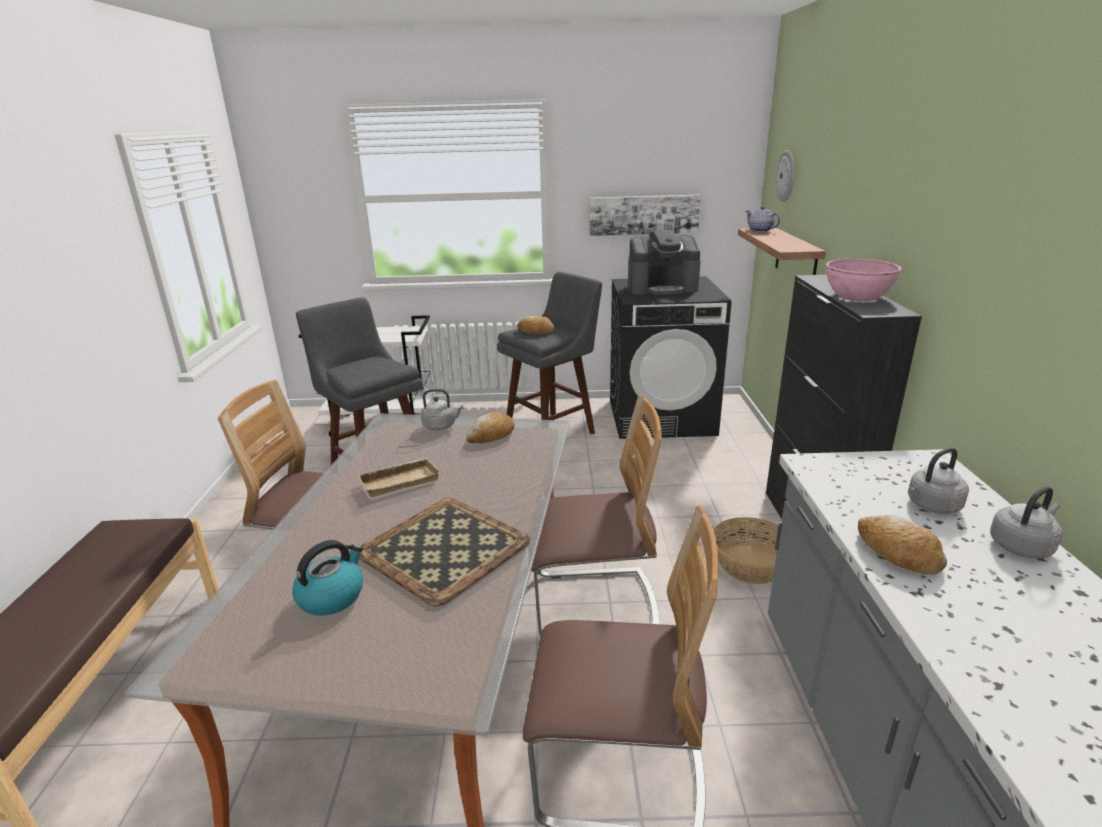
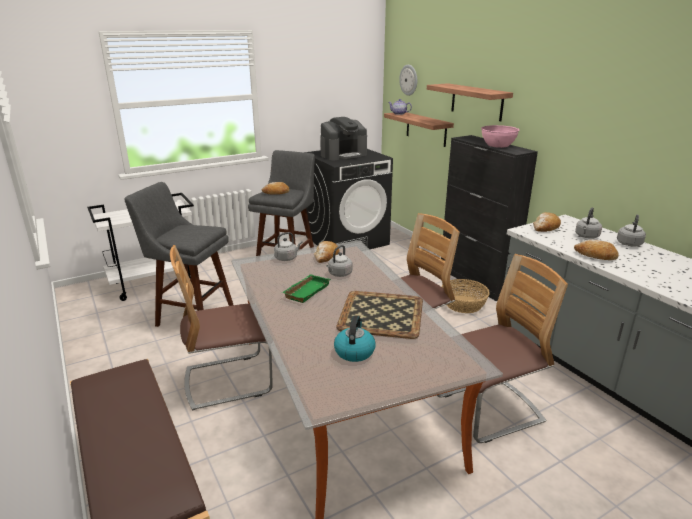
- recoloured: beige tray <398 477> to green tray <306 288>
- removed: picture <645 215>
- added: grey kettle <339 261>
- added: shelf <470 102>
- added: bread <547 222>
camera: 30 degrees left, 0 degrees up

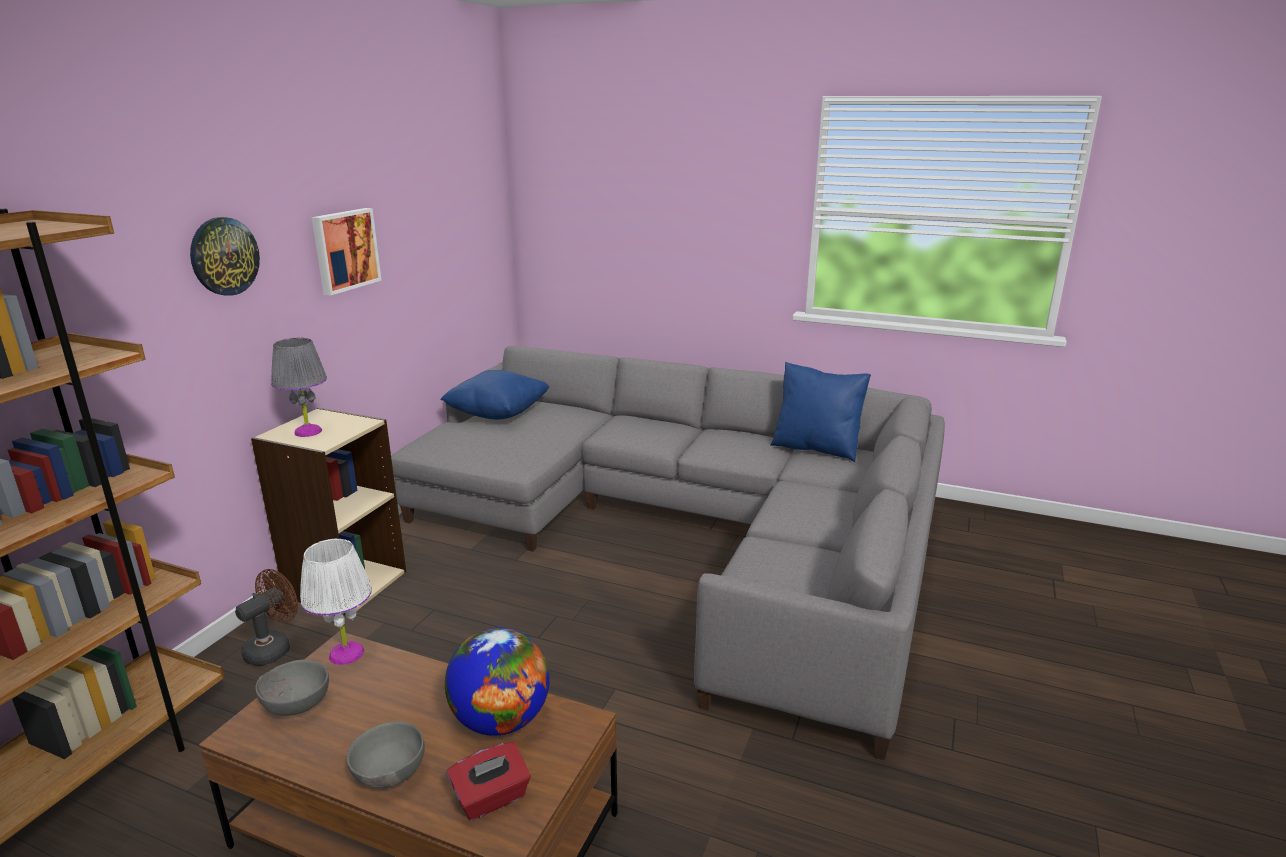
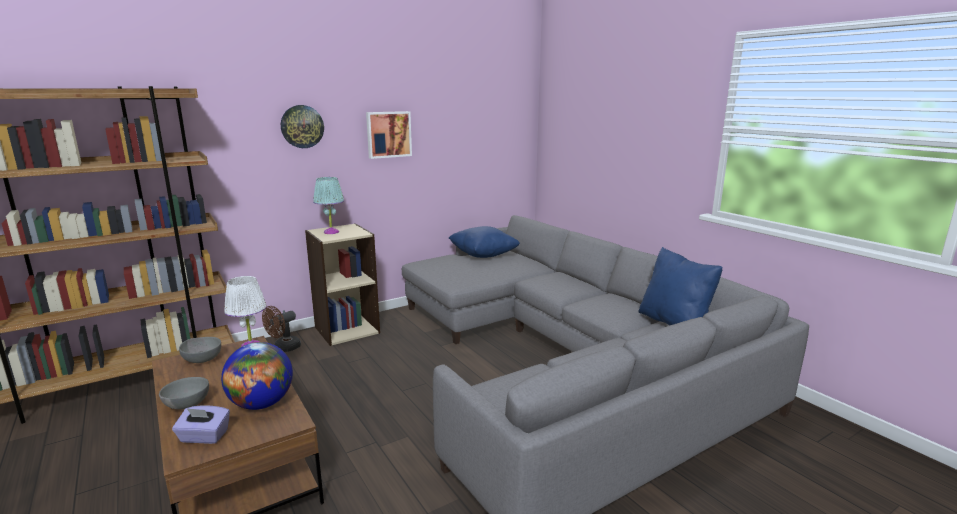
- turned: brown fan <266 617> = <281 329> 150 degrees clockwise
- recoloured: grey table lamp <299 387> to turquoise table lamp <328 205>
- recoloured: red tissue box <489 781> to purple tissue box <201 424>
camera: 35 degrees right, 5 degrees down

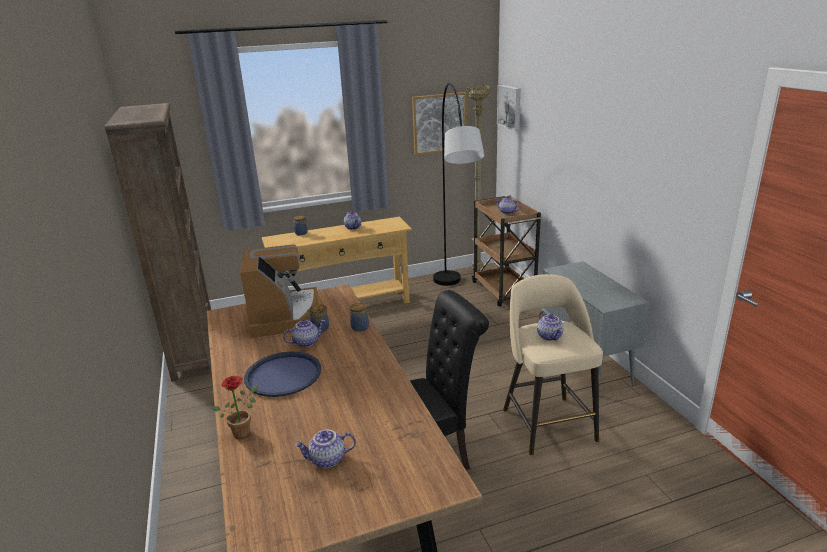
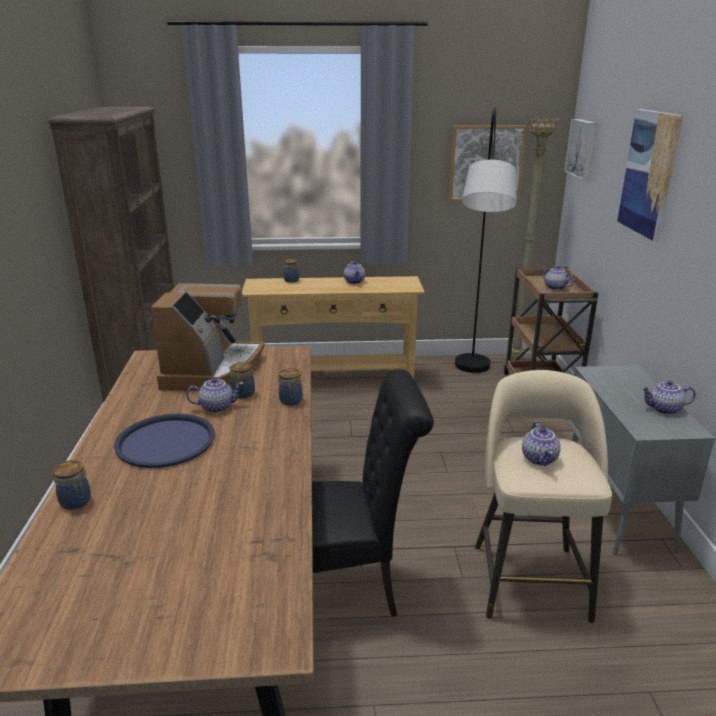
- replaced: potted plant <235 407> to jar <72 485>
- moved: teapot <325 449> to <668 397>
- added: picture <650 175>
camera: 15 degrees right, 0 degrees up

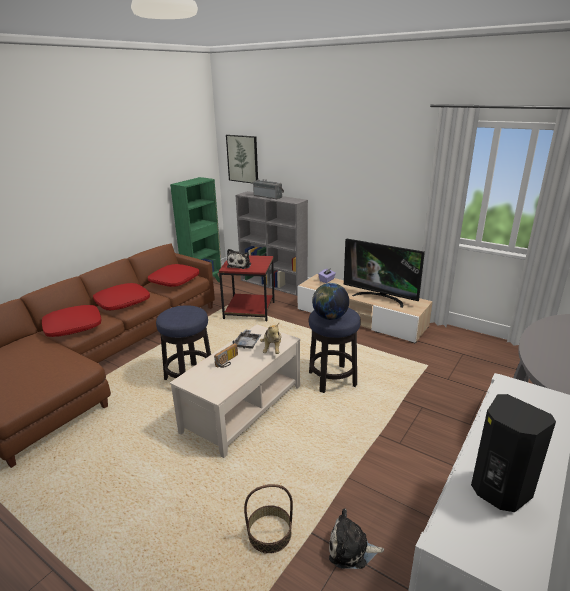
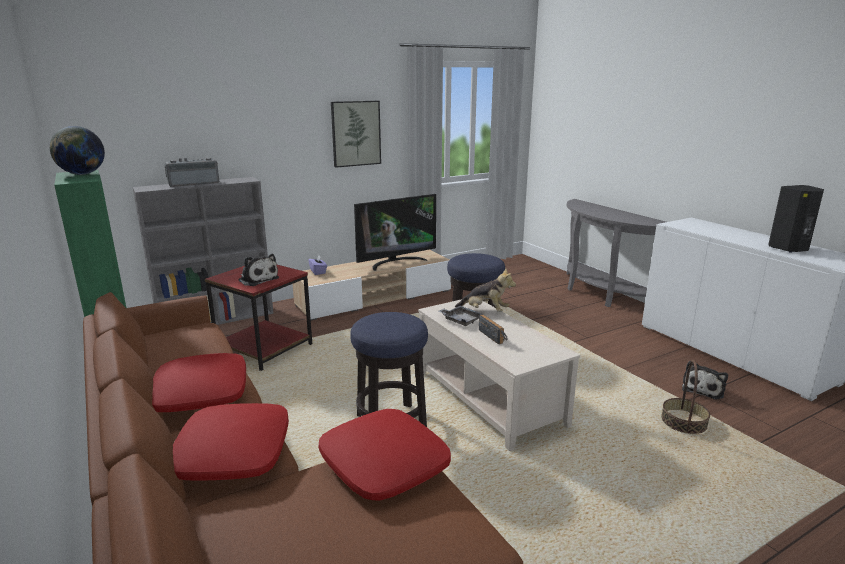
- moved: red pillow <173 275> to <385 455>
- moved: picture <242 159> to <356 134>
- moved: globe <330 301> to <77 150>
camera: 65 degrees left, 5 degrees down

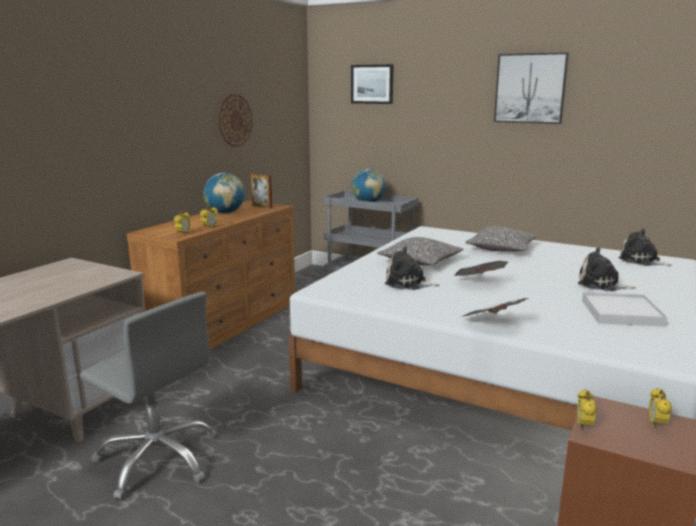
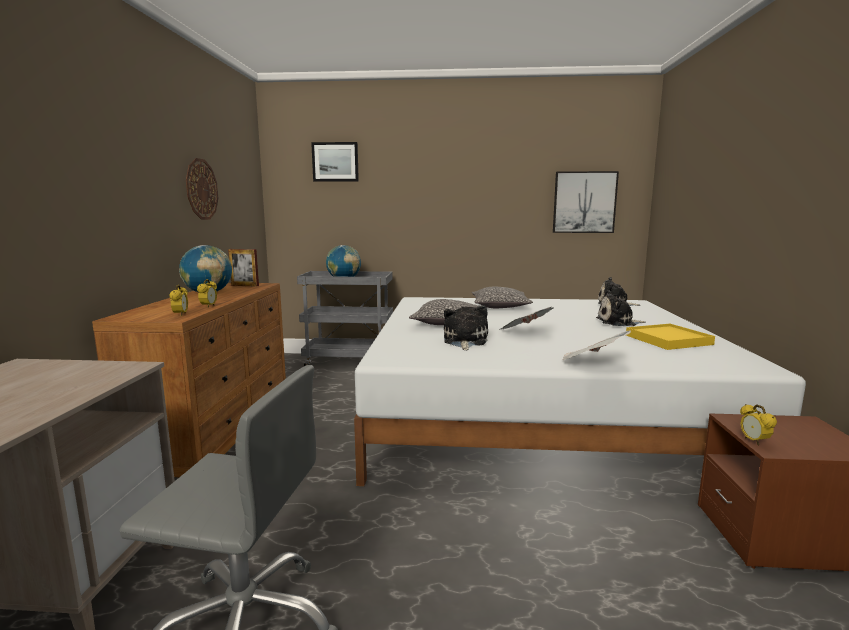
- turned: plush toy <412 268> = <466 328> 105 degrees clockwise
- moved: picture <531 88> to <586 202>
- recoloured: white tray <625 309> to yellow tray <670 337>
- removed: alarm clock <660 408>
camera: 25 degrees left, 5 degrees down

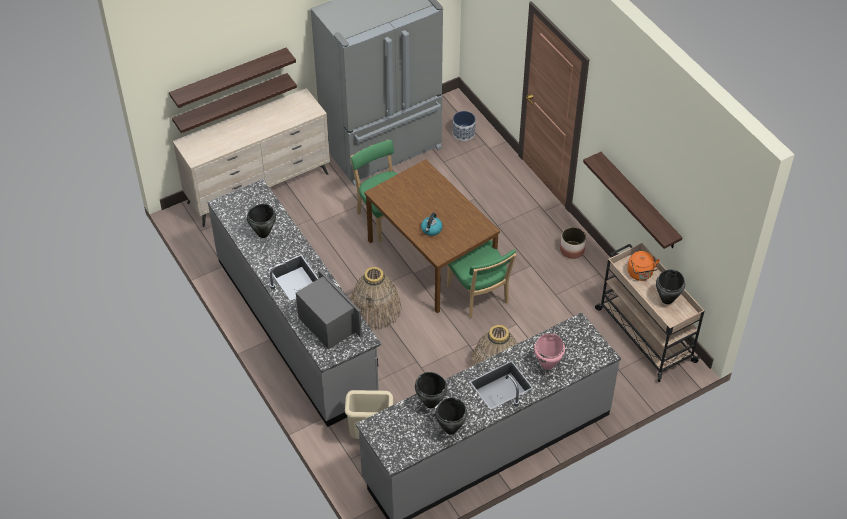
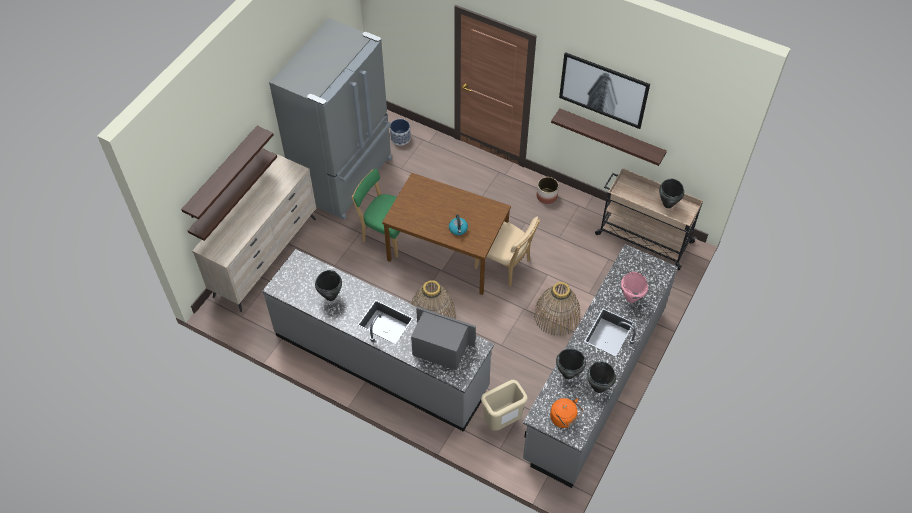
- recoloured: green chair <482 279> to beige chair <507 251>
- moved: orange kettle <643 266> to <566 413>
- added: picture <604 90>
camera: 30 degrees left, 5 degrees up

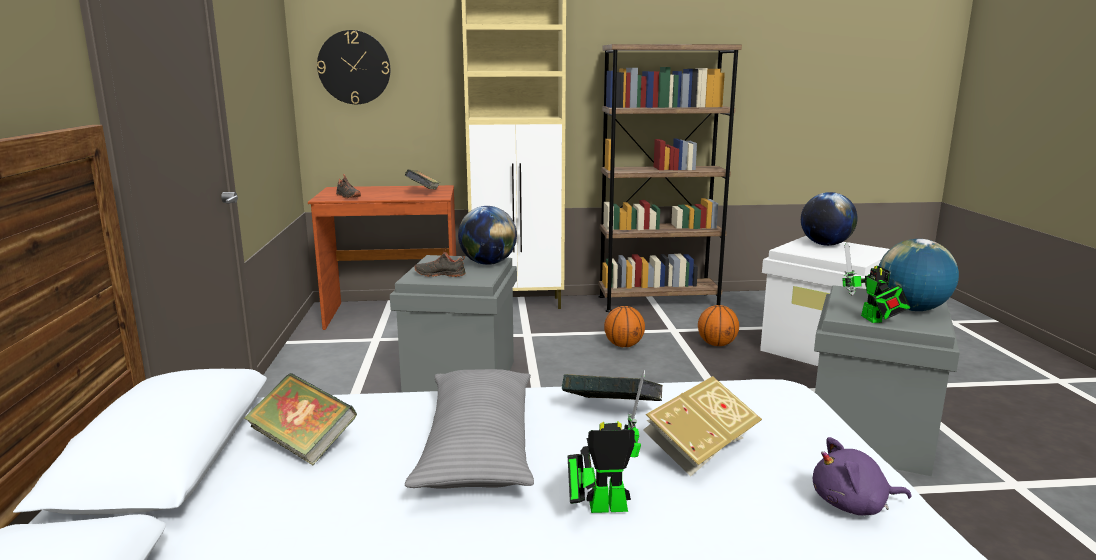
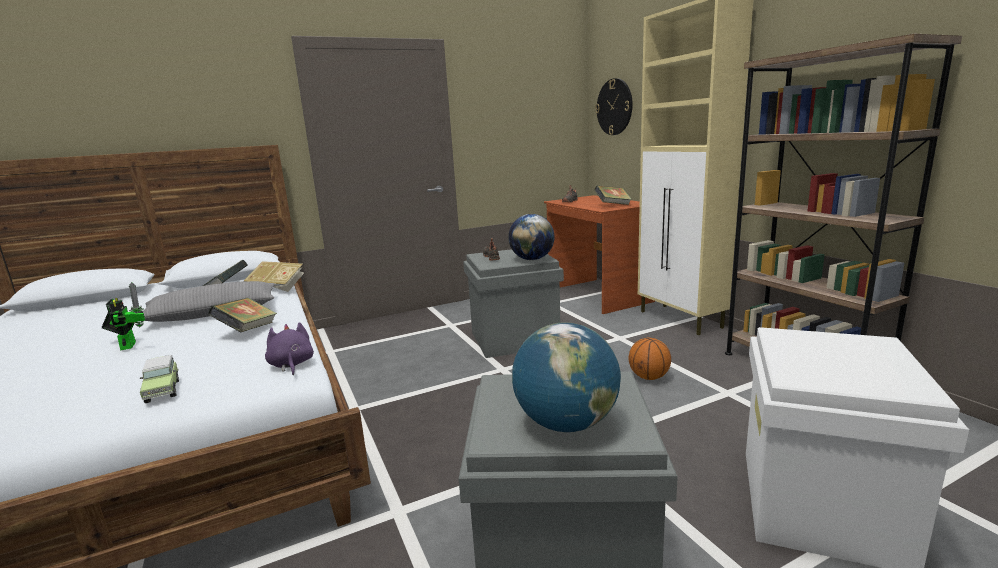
- moved: book <702 426> to <274 276>
- removed: basketball <718 325>
- removed: globe <829 219>
- moved: purple plush toy <862 476> to <289 348>
- removed: toy robot <876 282>
- added: toy car <159 379>
camera: 70 degrees right, 0 degrees up

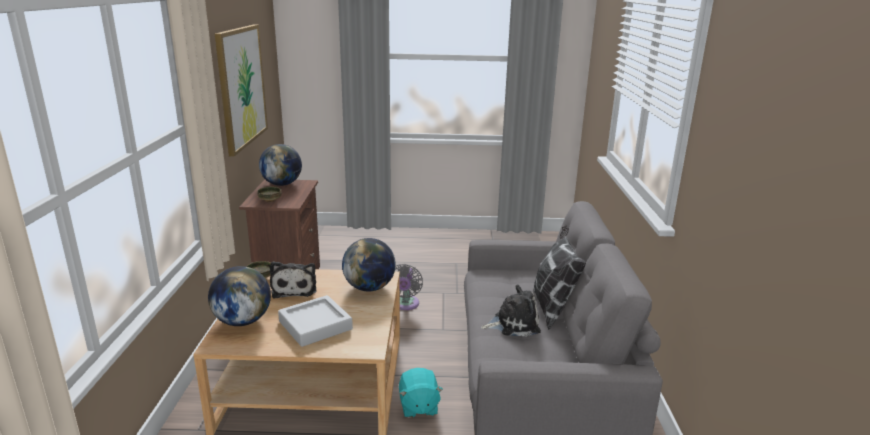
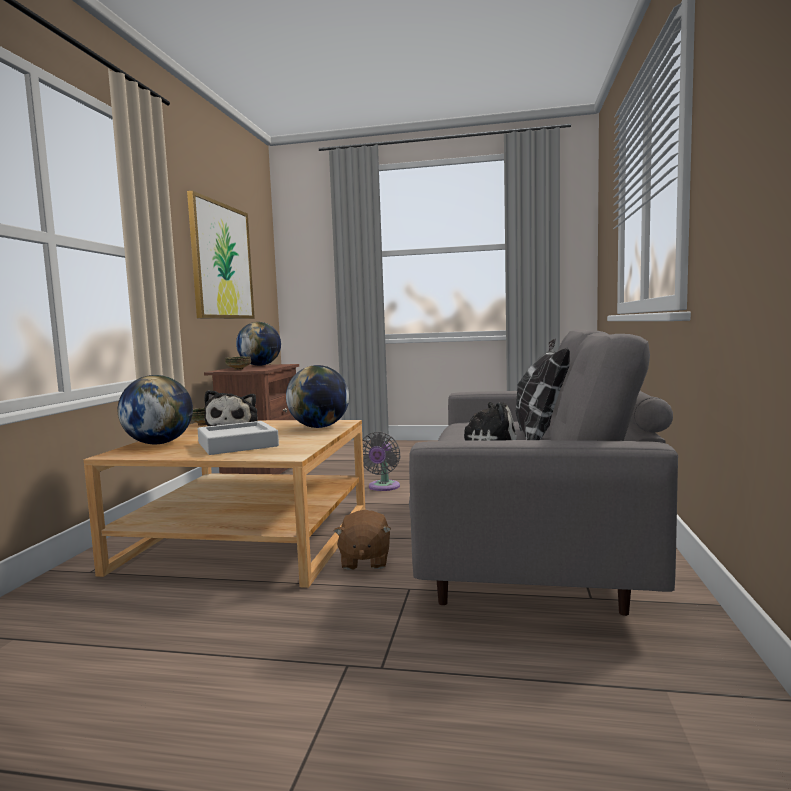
- recoloured: turquoise plush toy <421 393> to brown plush toy <362 540>
camera: 10 degrees right, 15 degrees down

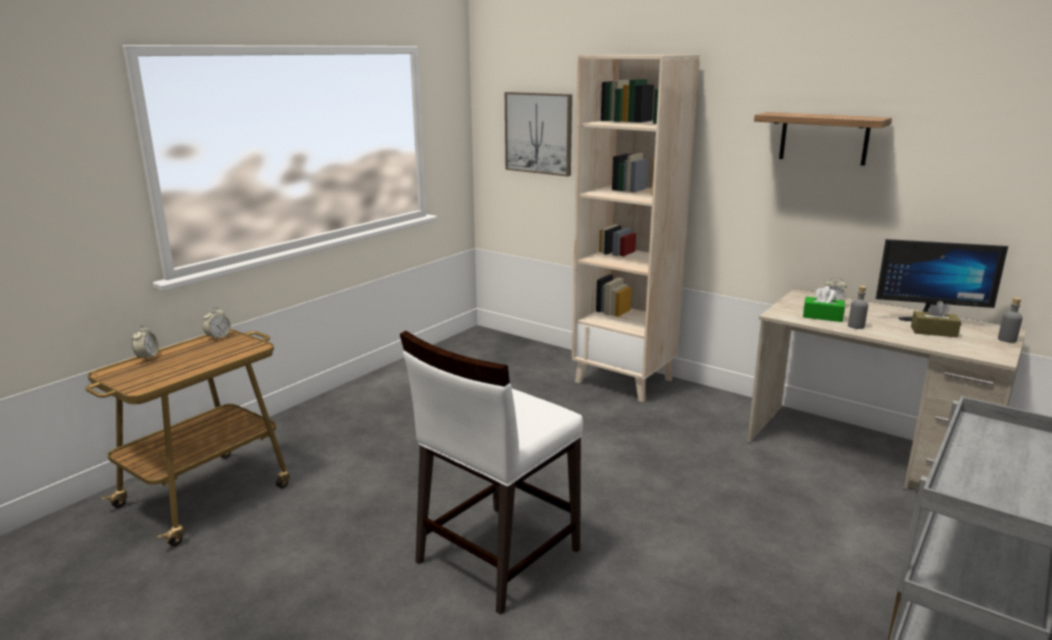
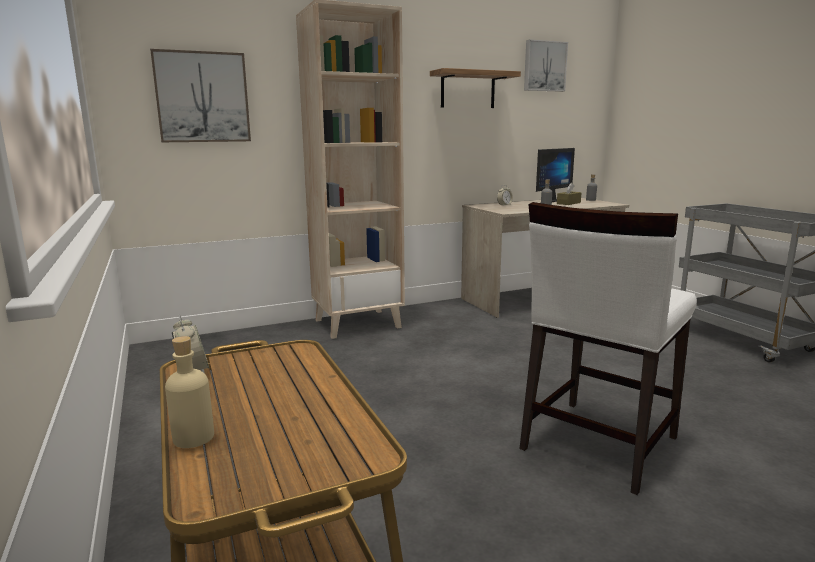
- replaced: alarm clock <145 342> to beige bottle <189 392>
- turned: white chair <491 473> = <608 348> 60 degrees clockwise
- removed: green tissue box <824 304>
- added: picture <546 65>
camera: 60 degrees left, 5 degrees down

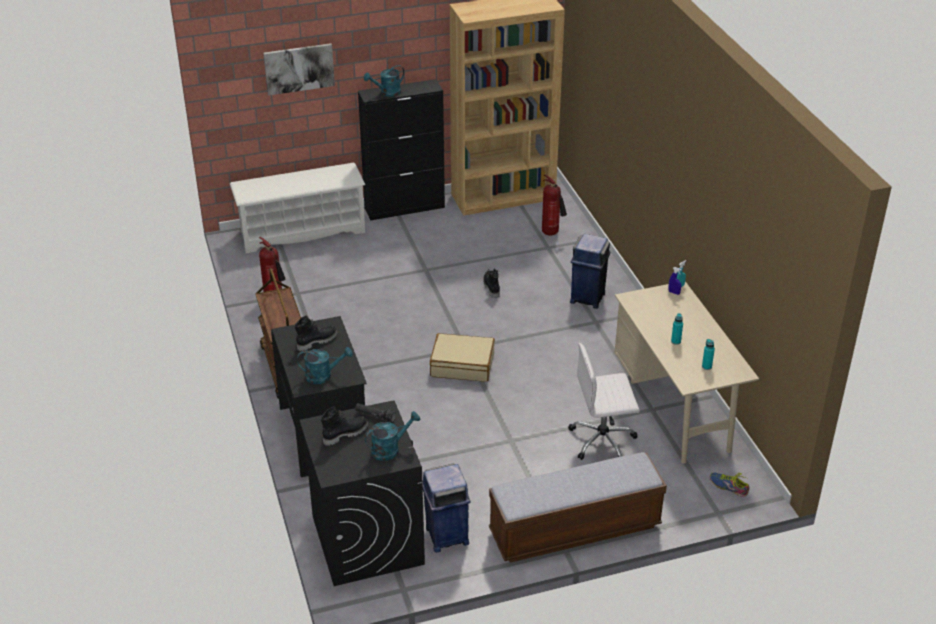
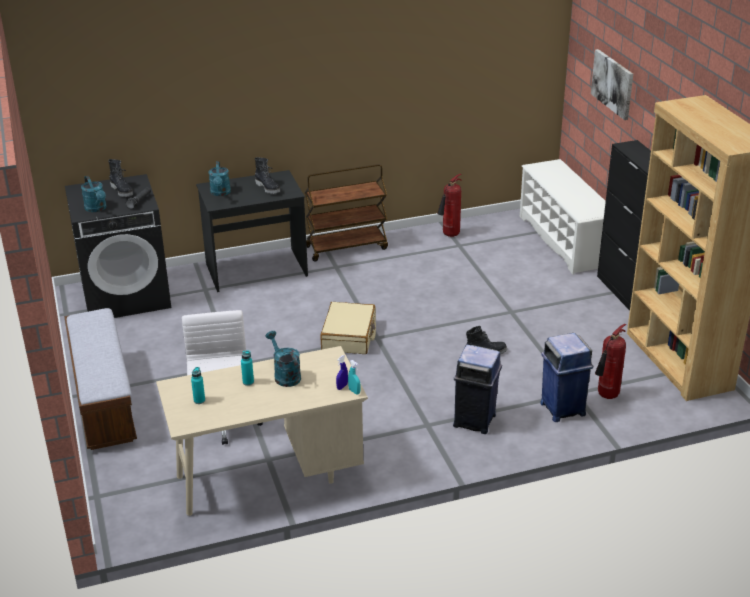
- moved: turquoise watering can <384 81> to <283 359>
- moved: blue trash can <446 508> to <566 377>
- removed: shoe <729 484>
camera: 90 degrees right, 5 degrees down

